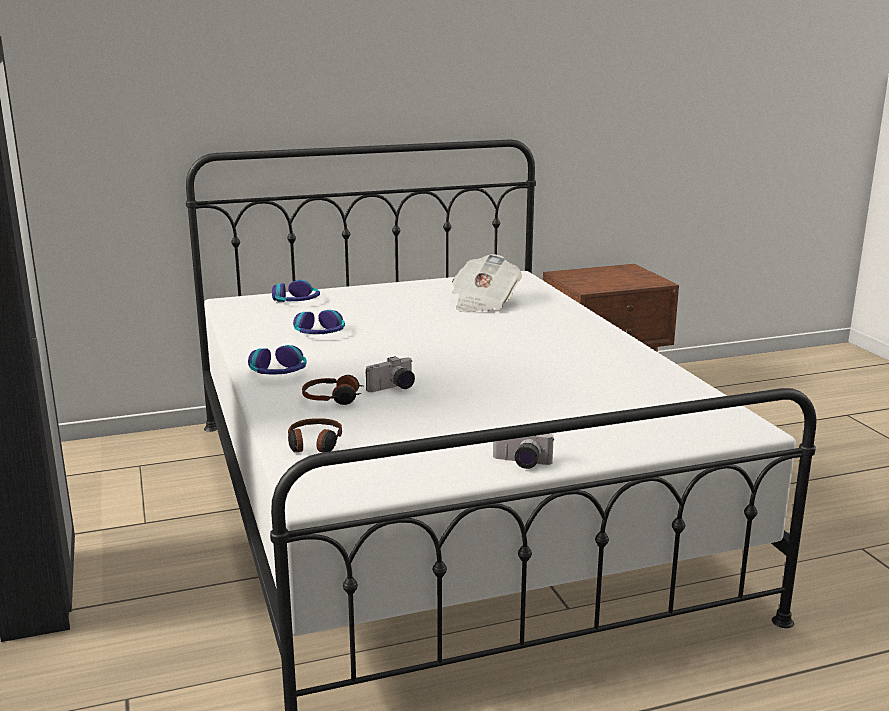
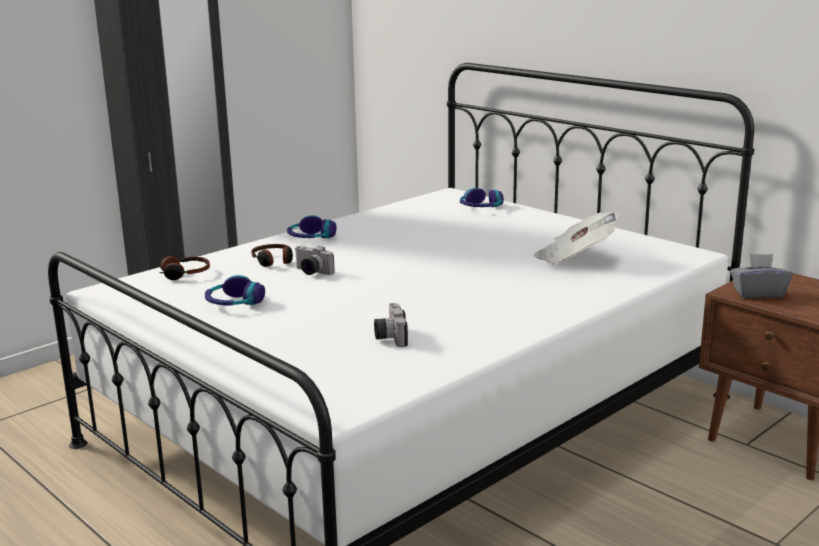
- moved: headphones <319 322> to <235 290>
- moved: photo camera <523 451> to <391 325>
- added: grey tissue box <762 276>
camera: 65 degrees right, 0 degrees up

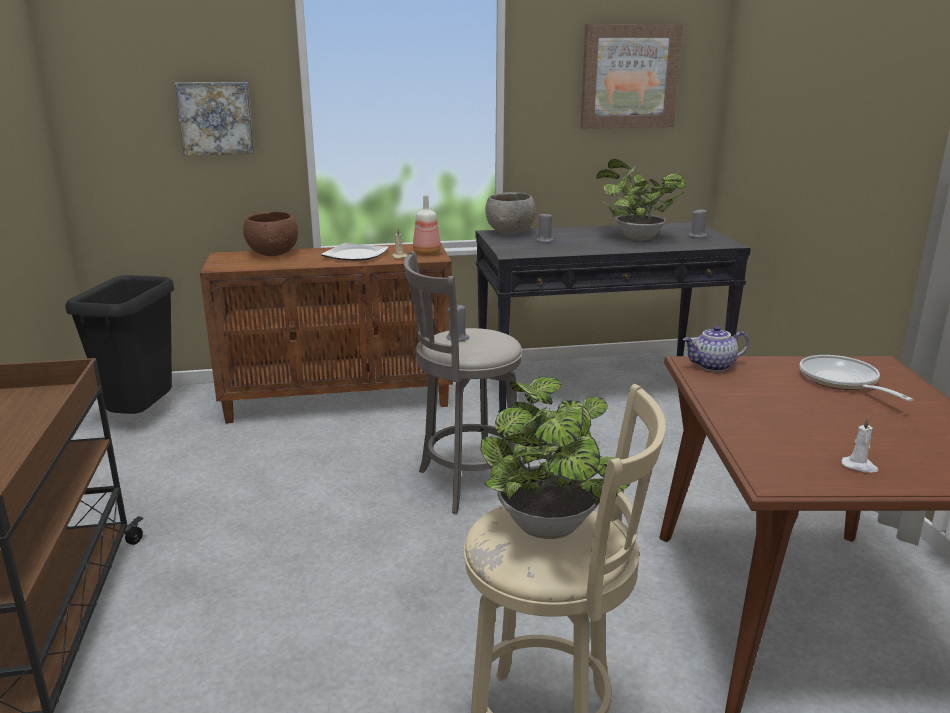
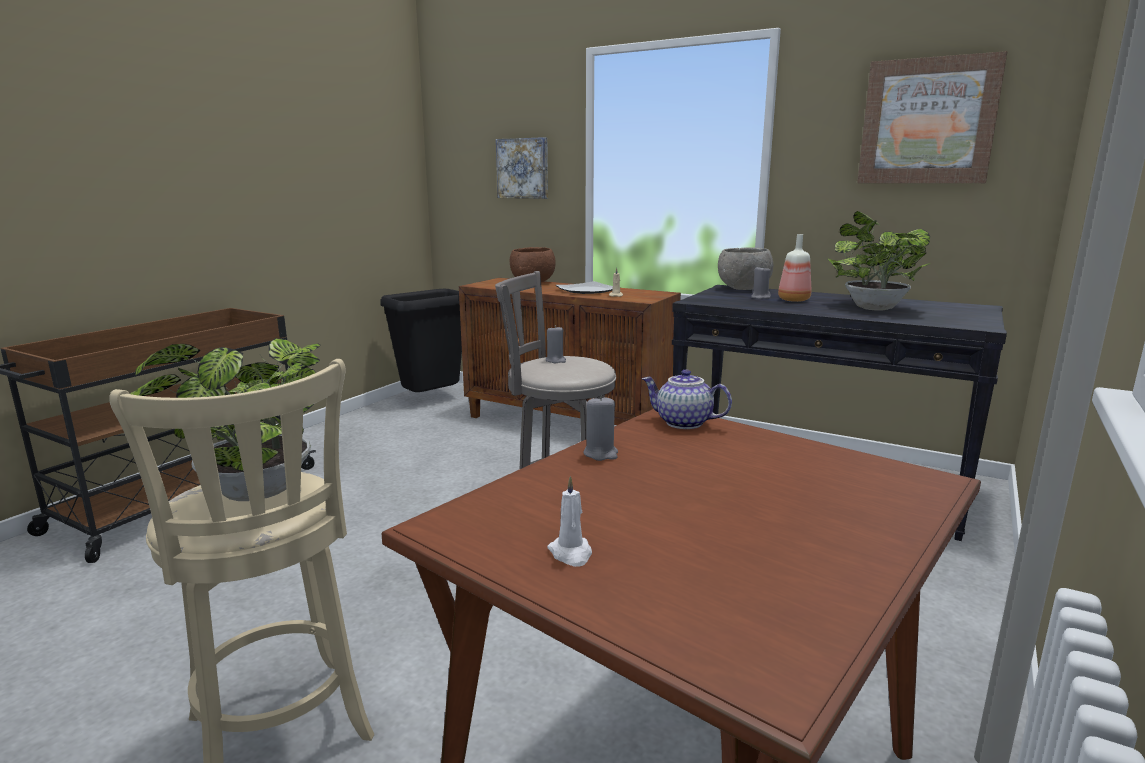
- moved: bottle <427 225> to <794 268>
- moved: grey candle <698 223> to <600 428>
- removed: frying pan <856 378>
camera: 40 degrees right, 5 degrees down

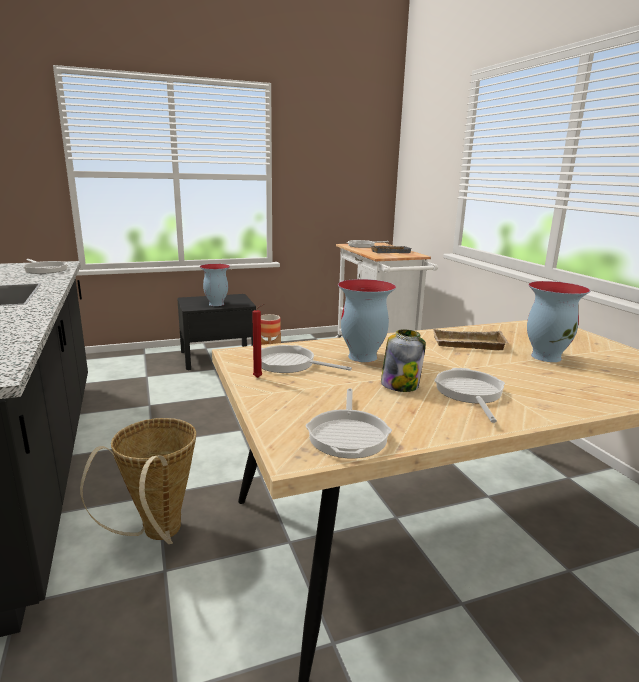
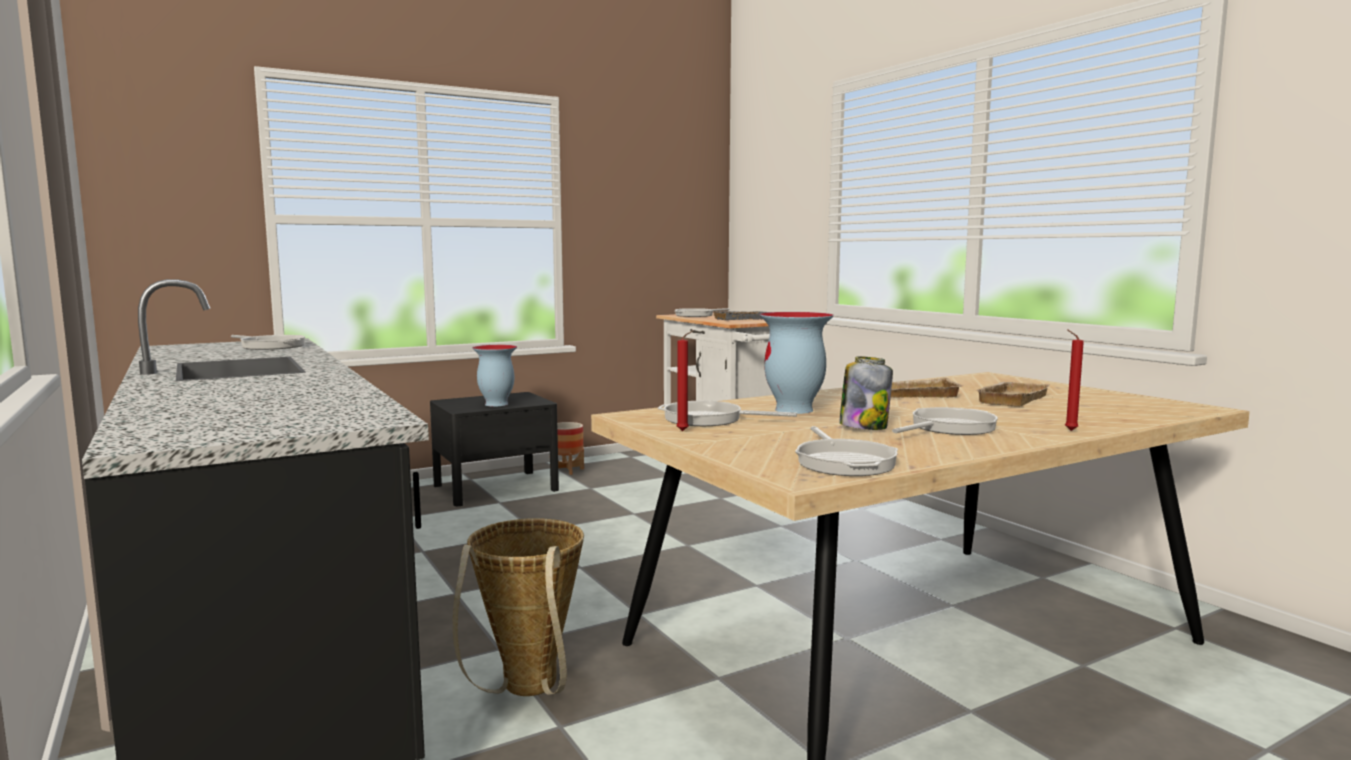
- turned: frying pan <469 395> = <945 421> 60 degrees clockwise
- replaced: vase <558 321> to beige tray <1011 394>
- added: red candle <1074 380>
camera: 10 degrees left, 10 degrees down

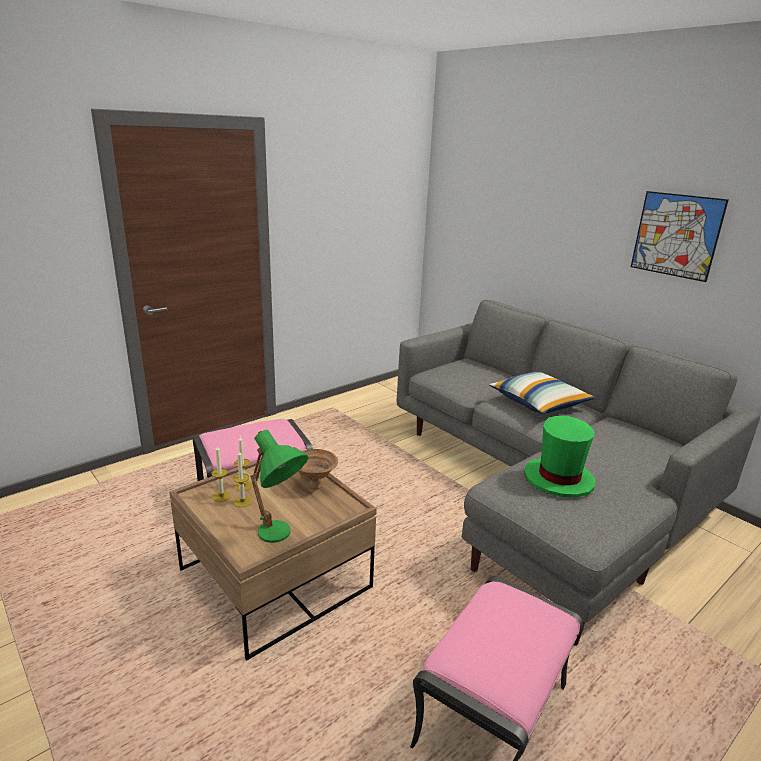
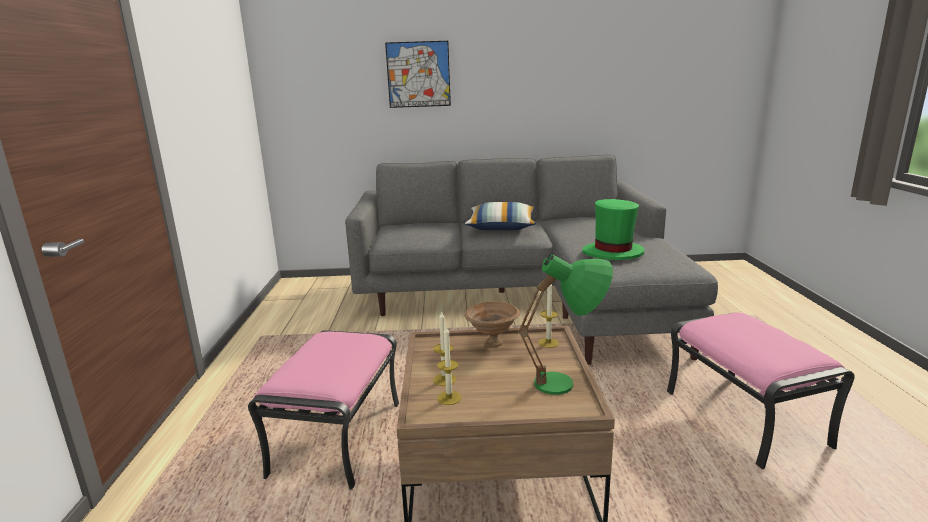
- moved: candle <242 479> to <548 316>
- moved: picture <680 236> to <418 74>
camera: 50 degrees left, 5 degrees down

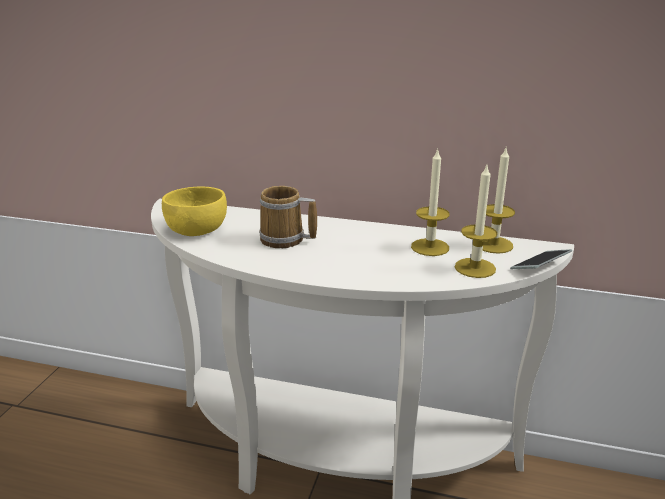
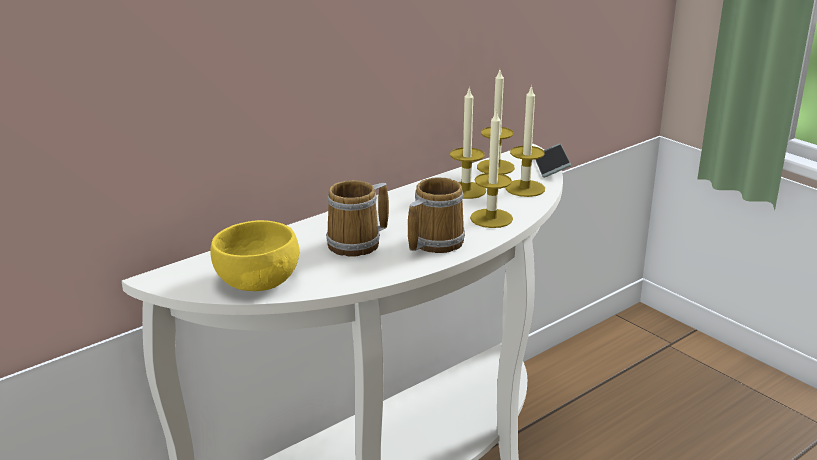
- added: mug <436 215>
- added: candle <491 169>
camera: 55 degrees left, 0 degrees up

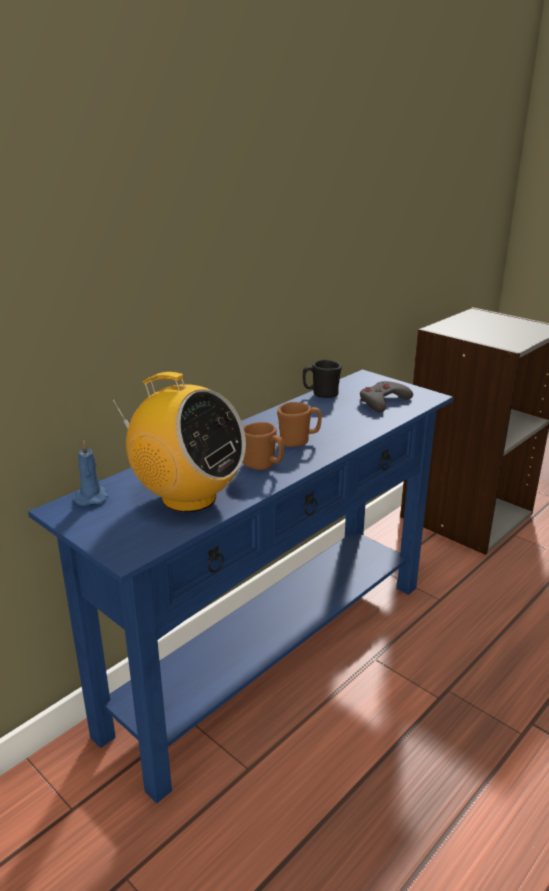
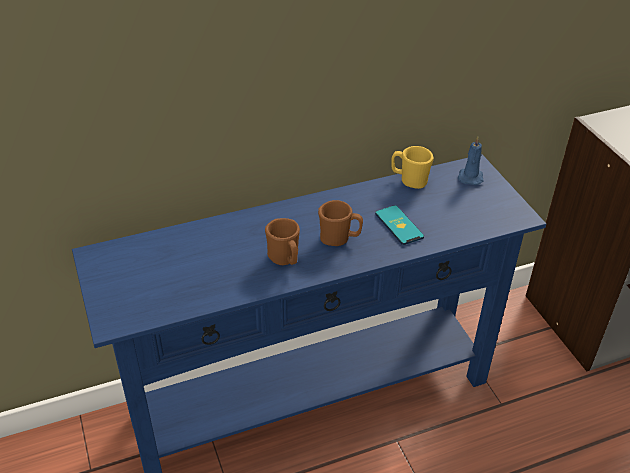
- moved: blue candle <91 473> to <471 161>
- removed: radio <179 442>
- recoloured: black mug <322 379> to yellow mug <412 167>
- removed: grey game controller <386 397>
- added: phone <399 225>
camera: 25 degrees right, 15 degrees up

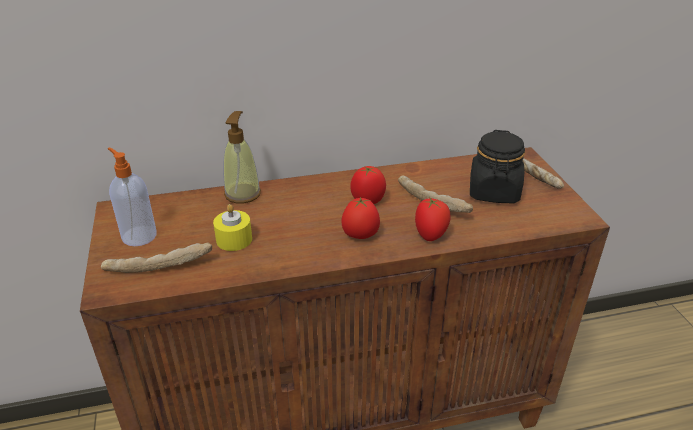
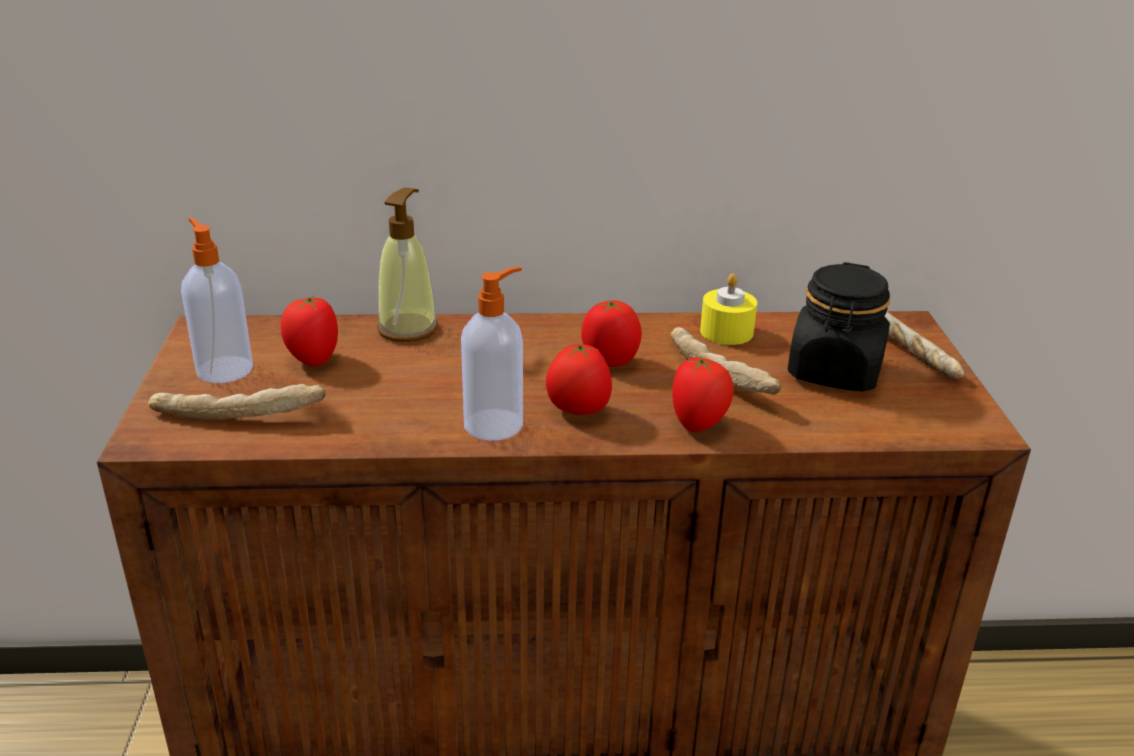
- moved: yellow candle <232 227> to <728 309>
- added: tomato <309 330>
- added: soap dispenser <492 354>
camera: 10 degrees right, 5 degrees down

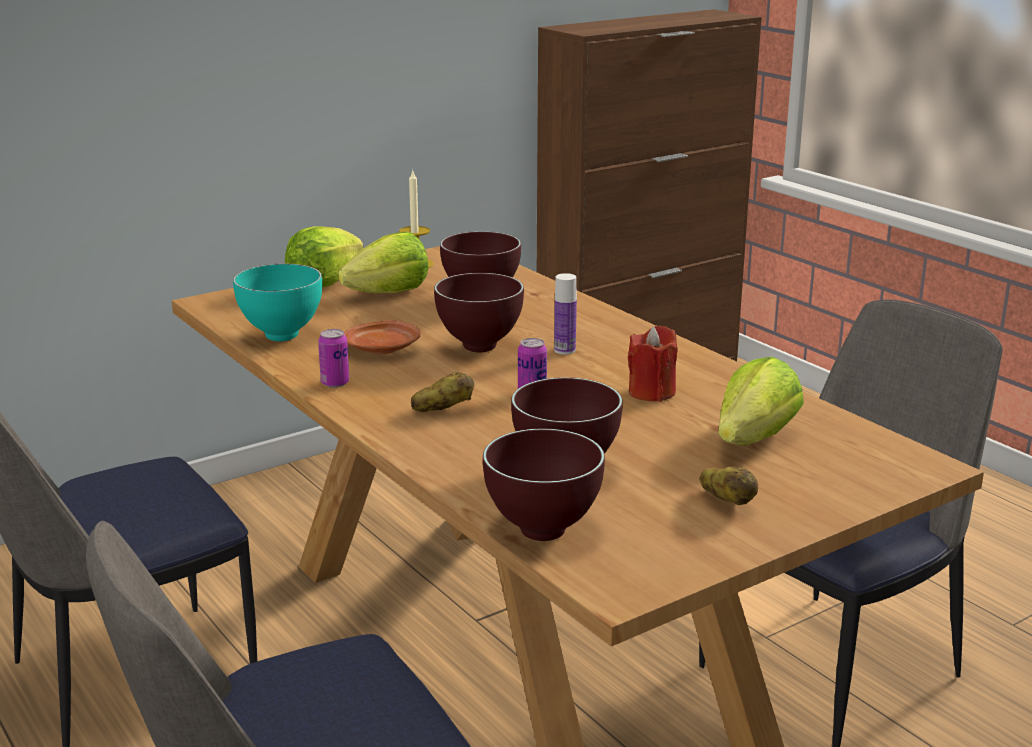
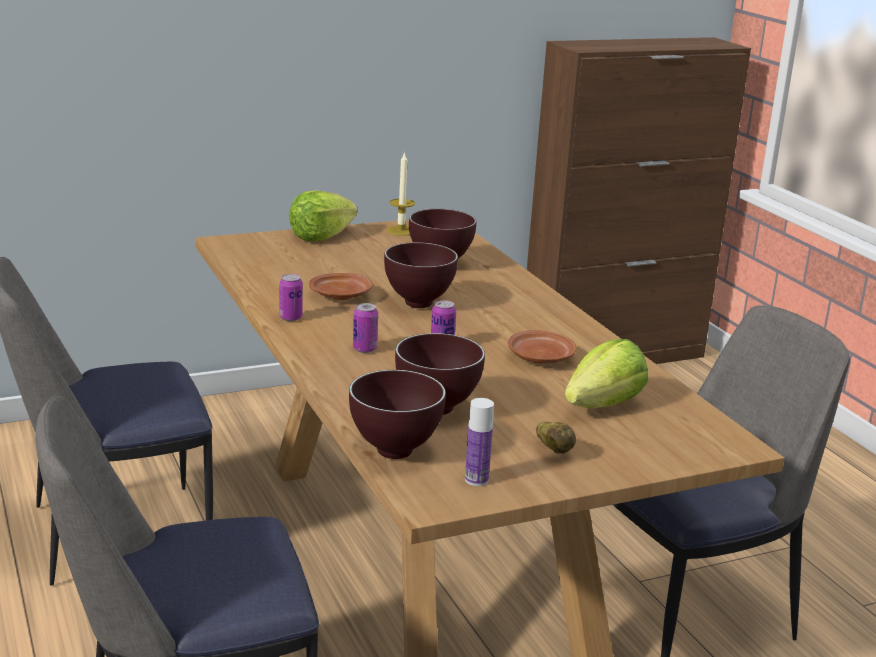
- removed: turquoise bowl <277 302>
- removed: lettuce <383 262>
- replaced: potato <442 392> to can <365 328>
- moved: bottle <565 314> to <479 442>
- replaced: red candle <653 364> to brown plate <542 346>
camera: 10 degrees right, 0 degrees up

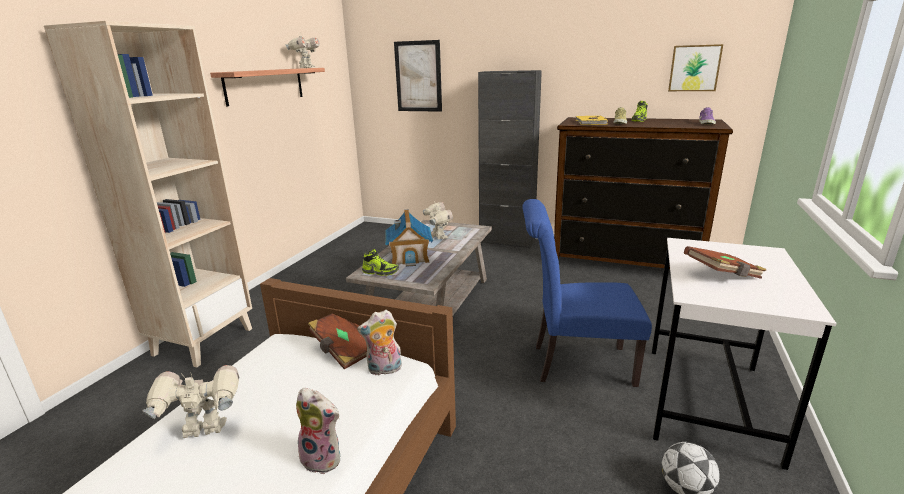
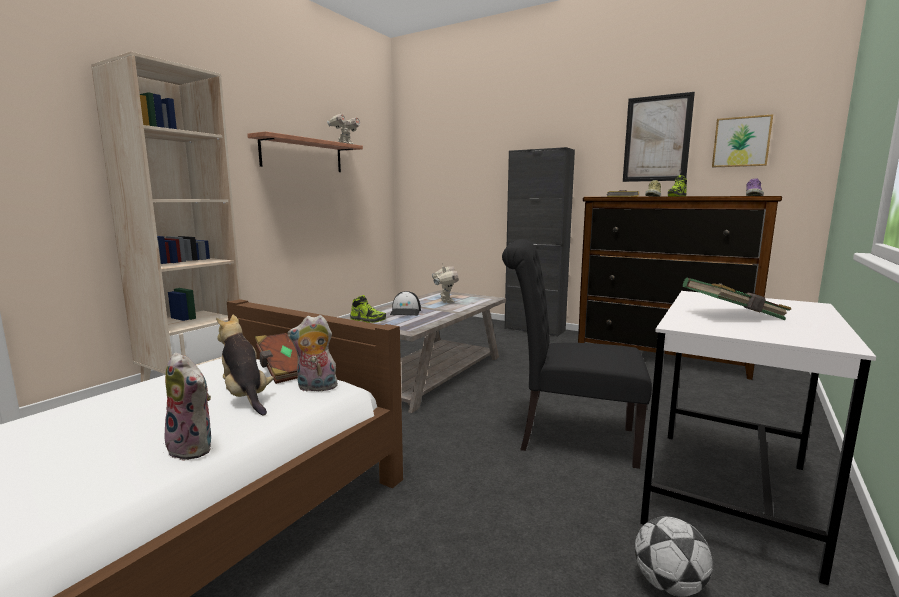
- removed: toy robot <190 401>
- replaced: toy house <409 238> to cap <405 303>
- moved: picture <418 76> to <659 137>
- recoloured: blue chair <587 293> to black chair <577 354>
- recoloured: brown book <725 262> to green book <737 299>
- added: plush toy <245 365>
camera: 10 degrees right, 10 degrees down

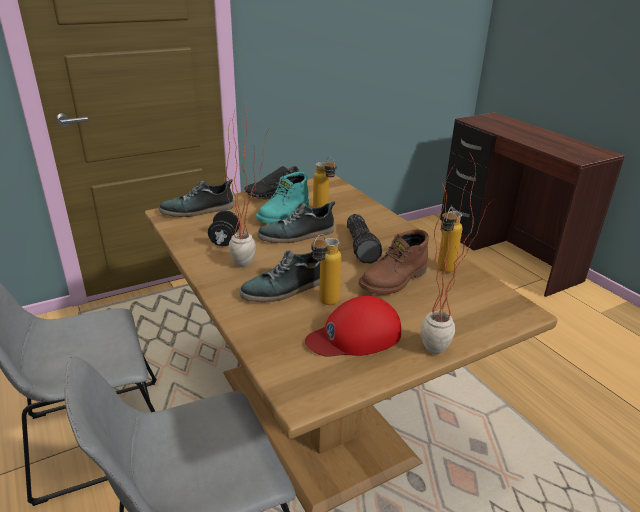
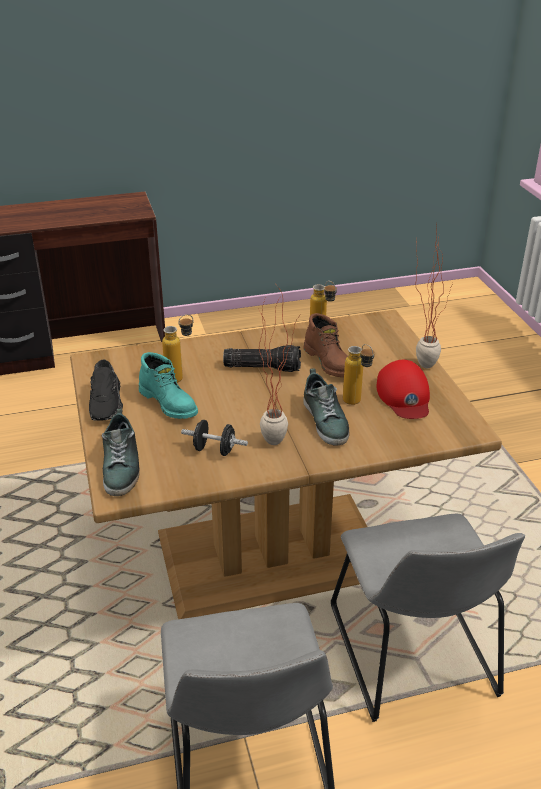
- removed: shoe <296 222>
camera: 75 degrees left, 5 degrees up

